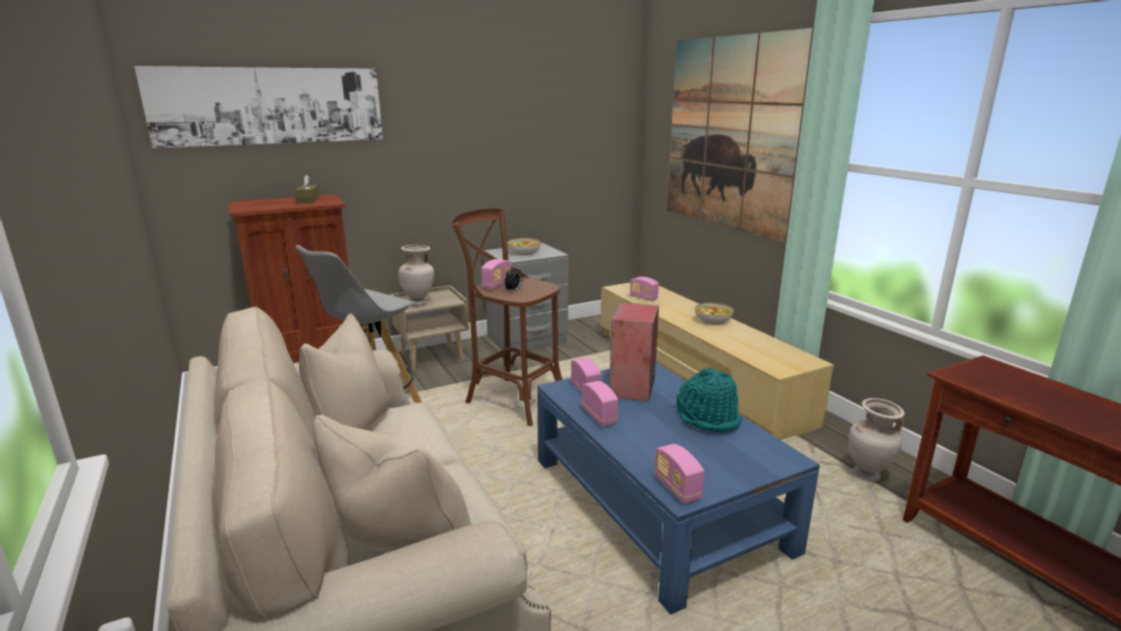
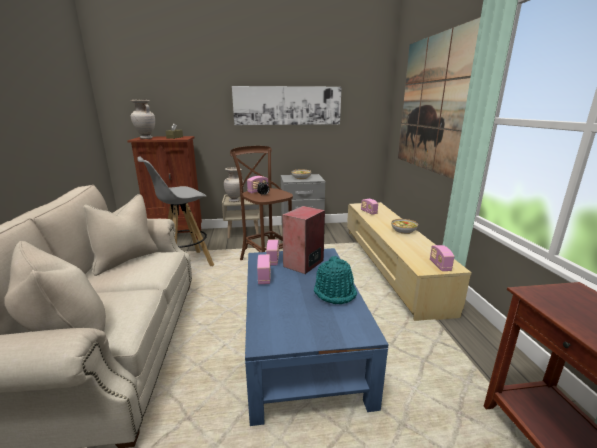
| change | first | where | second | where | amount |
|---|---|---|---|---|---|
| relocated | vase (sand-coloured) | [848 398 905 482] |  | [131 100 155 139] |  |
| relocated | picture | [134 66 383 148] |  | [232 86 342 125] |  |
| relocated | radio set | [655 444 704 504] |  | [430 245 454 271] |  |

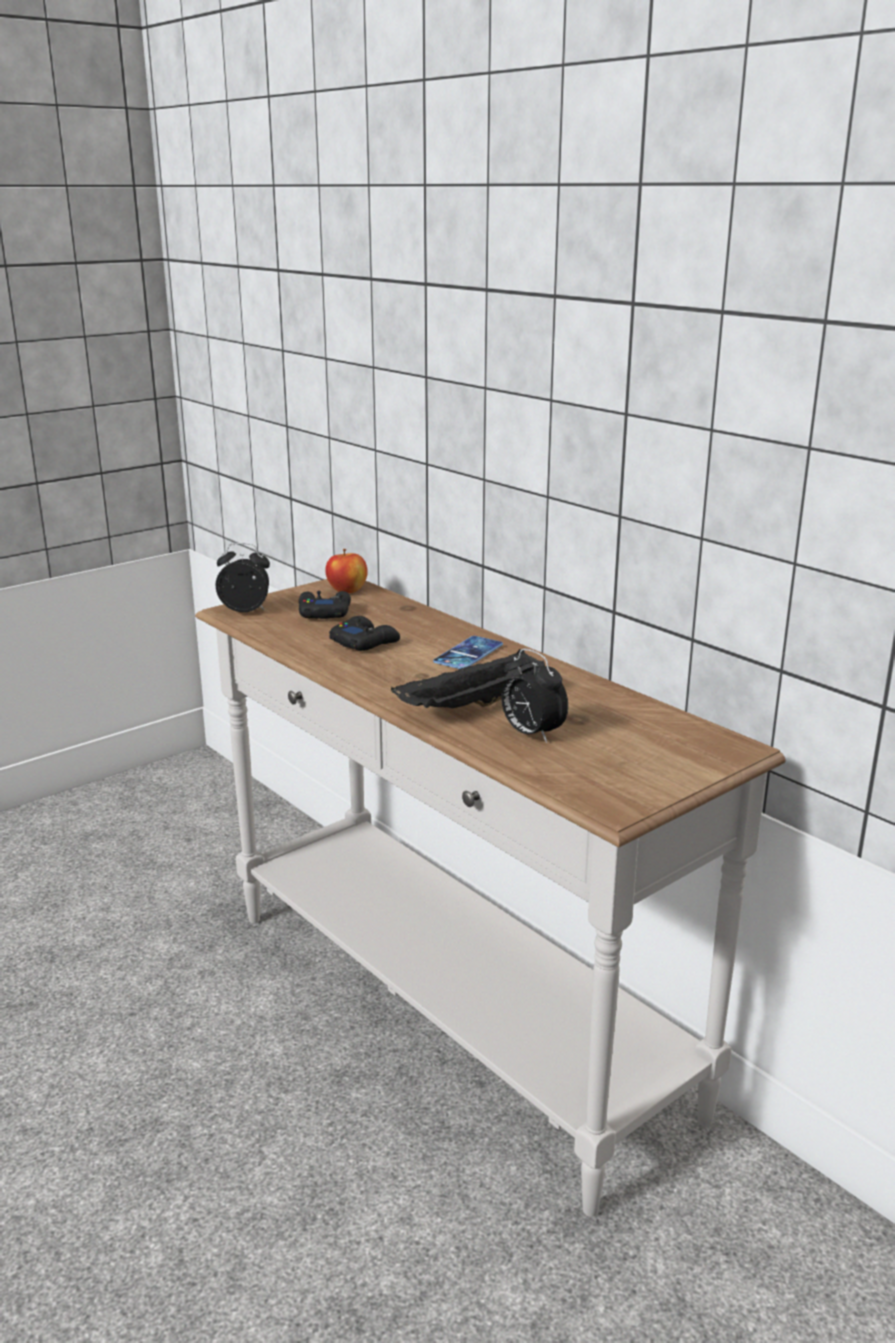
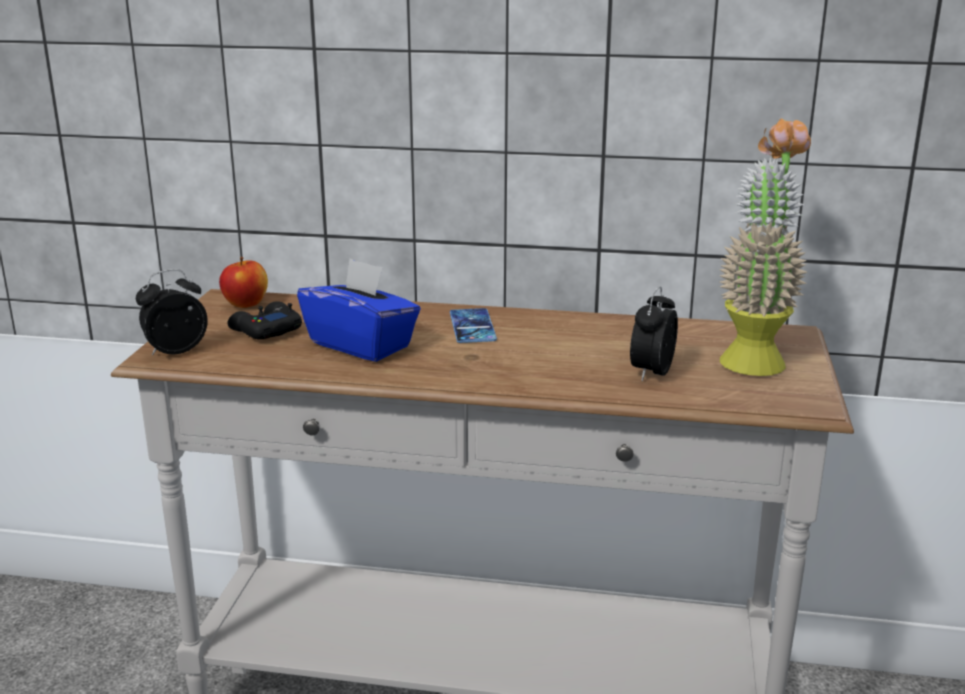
| change | first | where | second | where | amount |
|---|---|---|---|---|---|
| exchanged | game controller (blackish) | [329 616 400 651] | box of tissues (blue) | [297 258 421 362] |  |
| spun | alarm clock | [501 649 568 743] |  | [630 286 678 381] | 105 degrees clockwise |
| appeared |  |  | houseplant | [719 118 811 376] |  |
| missing | tray (blackish) | [391 649 545 708] |  |  |  |

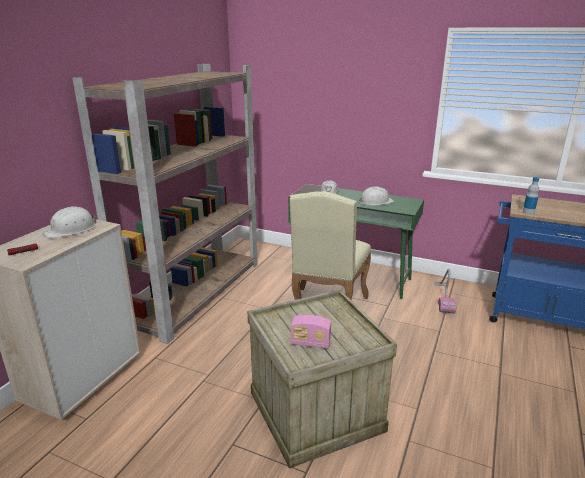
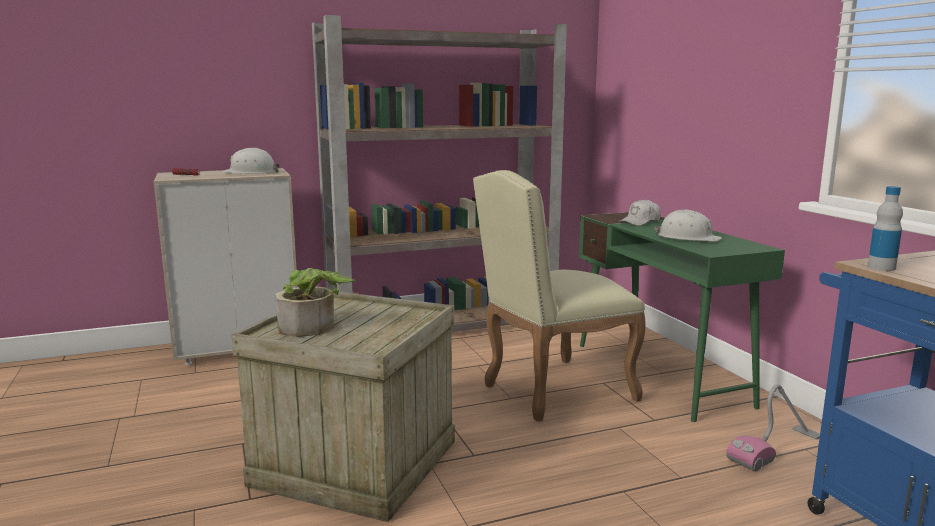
| change | first | where | second | where | amount |
|---|---|---|---|---|---|
| exchanged | radio set | [290 315 331 349] | houseplant | [275 268 355 337] |  |

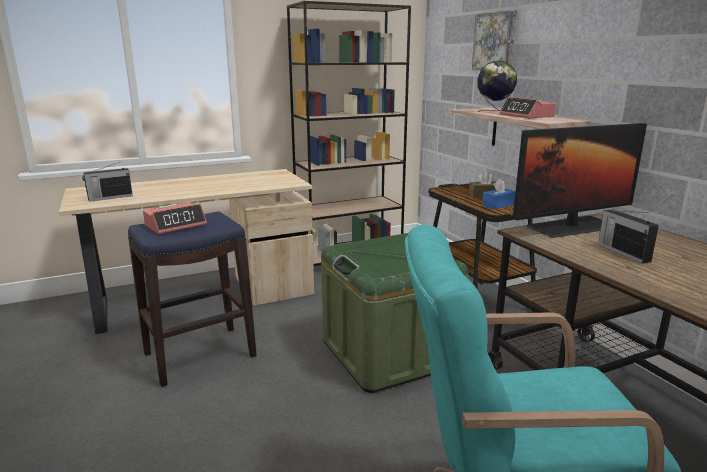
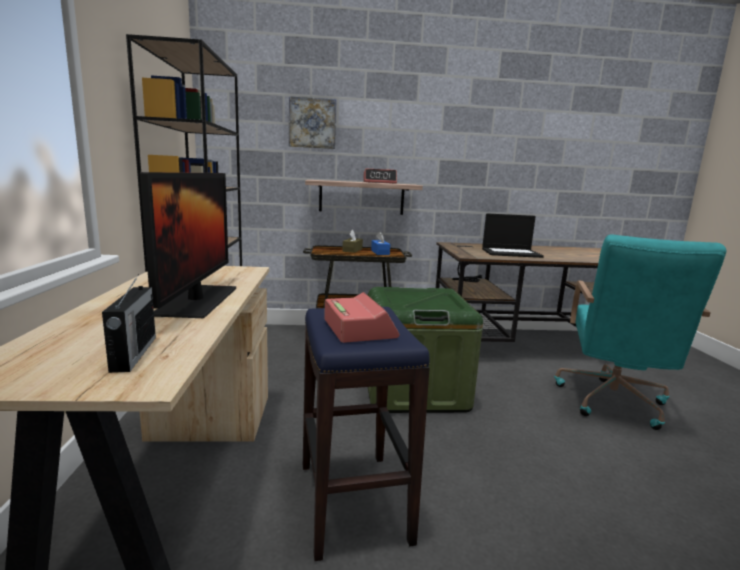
| change | first | where | second | where | amount |
|---|---|---|---|---|---|
| relocated | computer screen | [513 123 647 238] |  | [140 172 236 318] |  |
| exchanged | radio set | [598 209 659 264] | notebook computer | [482 213 544 258] |  |
| missing | world globe | [478 61 517 112] |  |  |  |

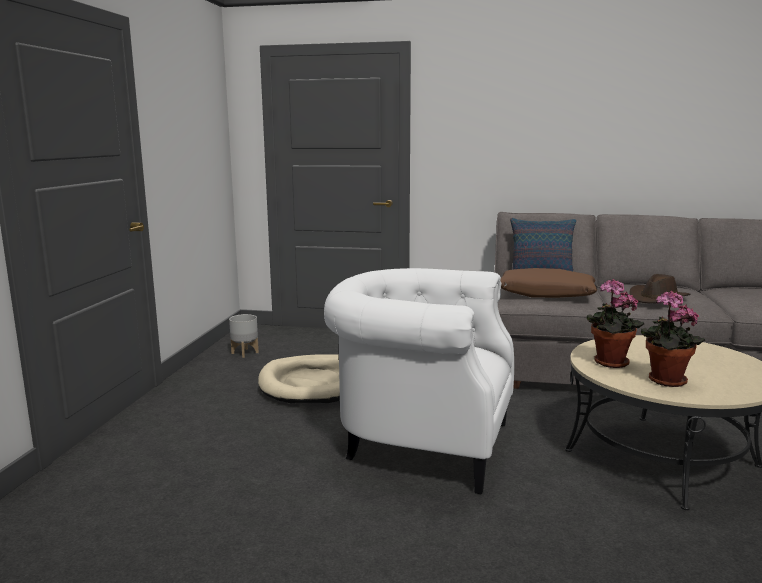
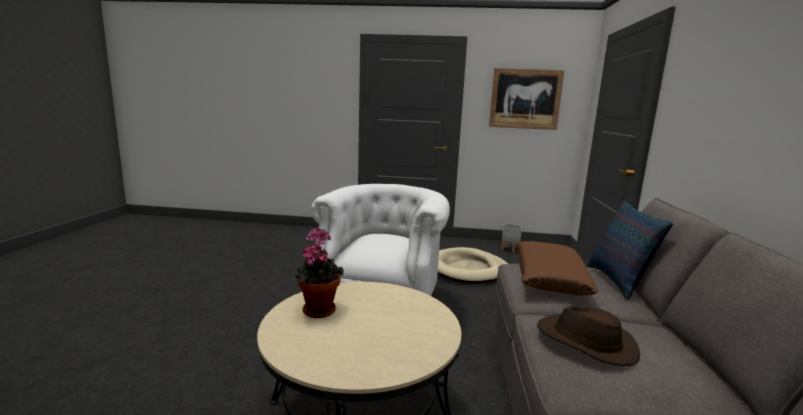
| change | first | where | second | where | amount |
|---|---|---|---|---|---|
| appeared |  |  | picture | [489 68 564 130] |  |
| missing | houseplant | [587 279 644 368] |  |  |  |

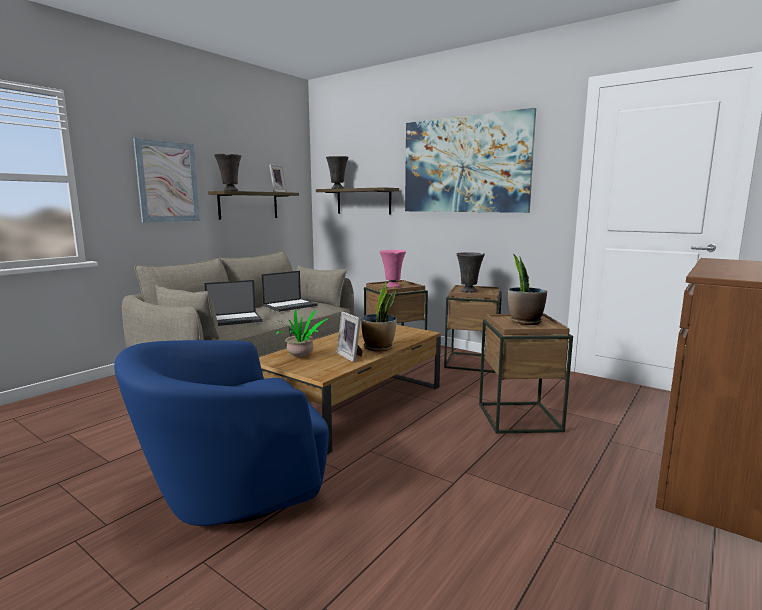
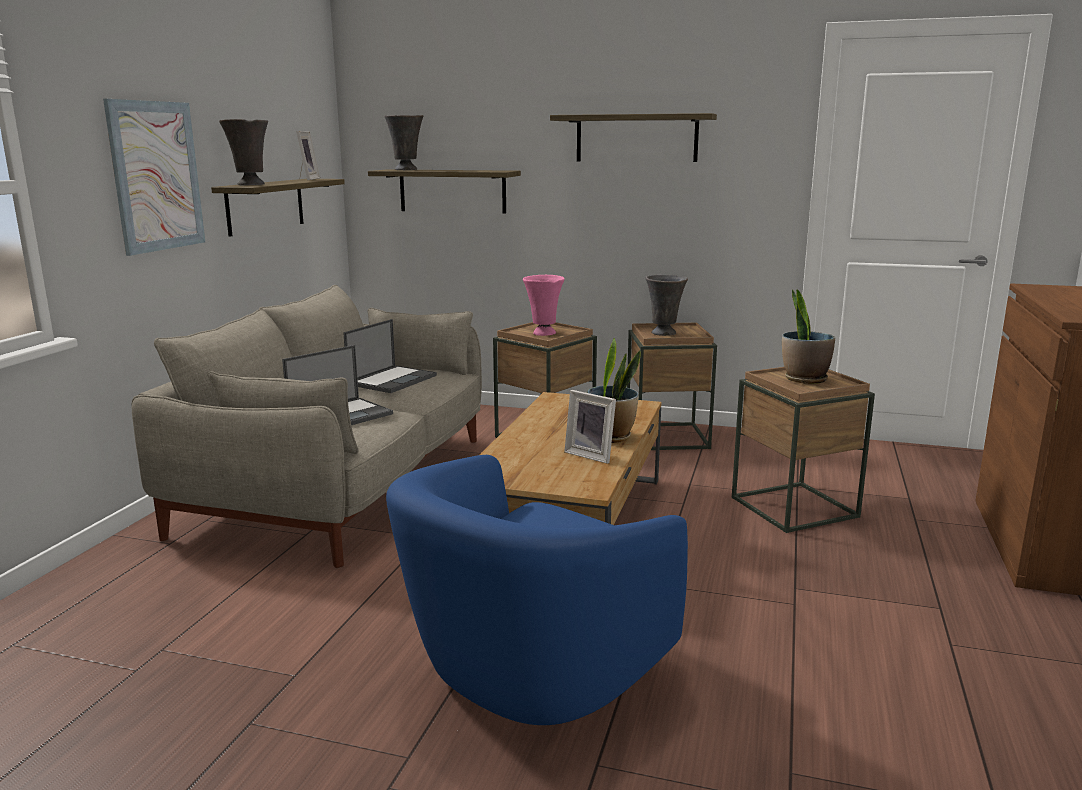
| change | first | where | second | where | amount |
|---|---|---|---|---|---|
| exchanged | picture | [405 108 536 213] | bracket shelf | [550 113 717 162] |  |
| missing | houseplant | [276 308 329 357] |  |  |  |

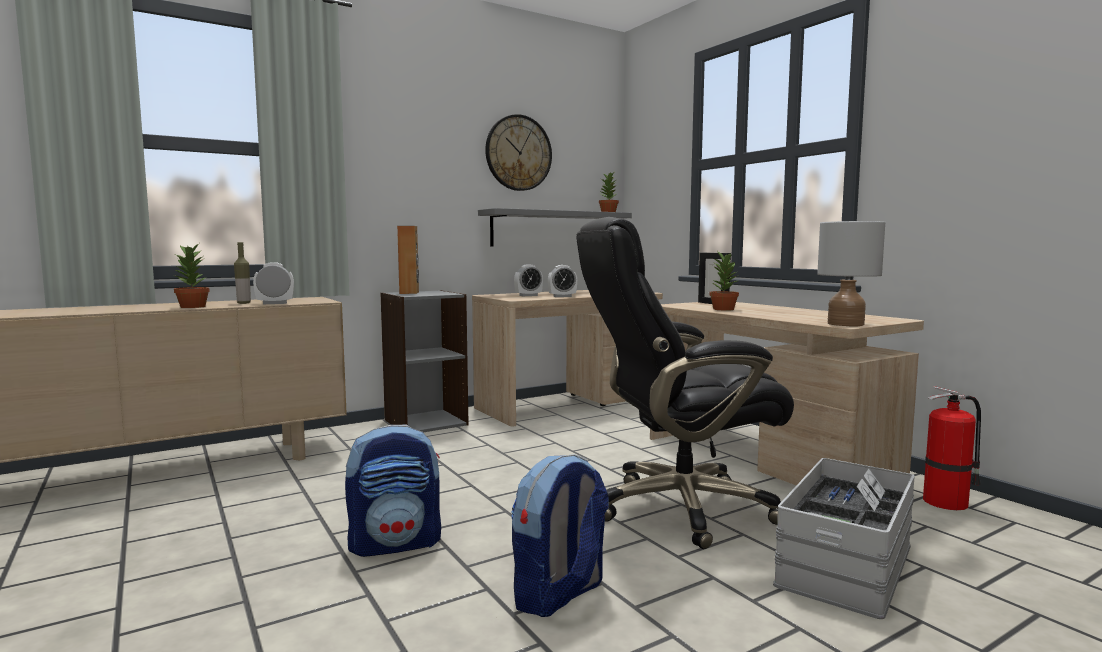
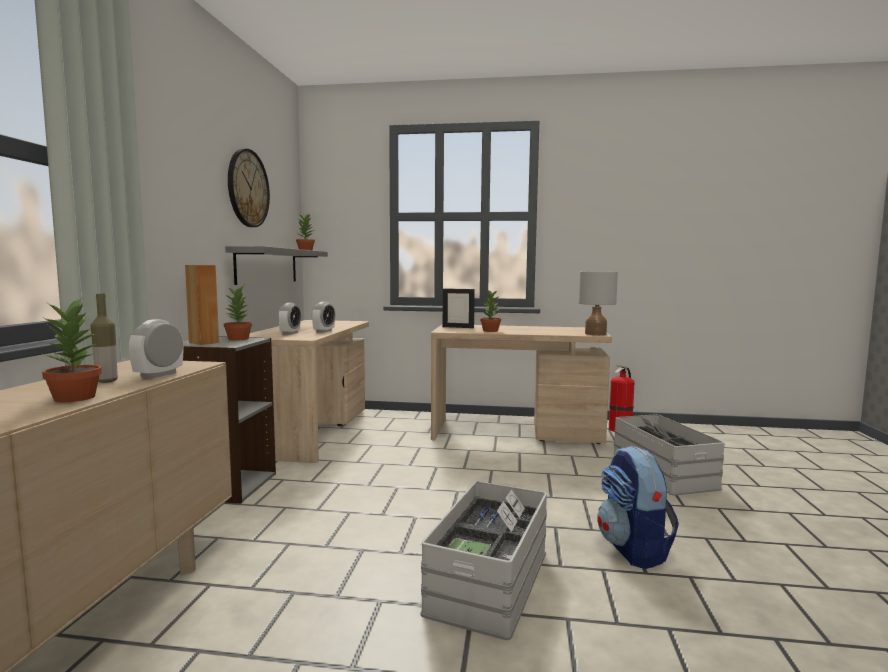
| change | first | where | second | where | amount |
|---|---|---|---|---|---|
| appeared |  |  | houseplant | [224 286 252 341] |  |
| exchanged | rucksack | [345 425 441 557] | storage box (gray) | [420 481 547 640] |  |
| missing | computer chair (blackish) | [576 217 794 549] |  |  |  |

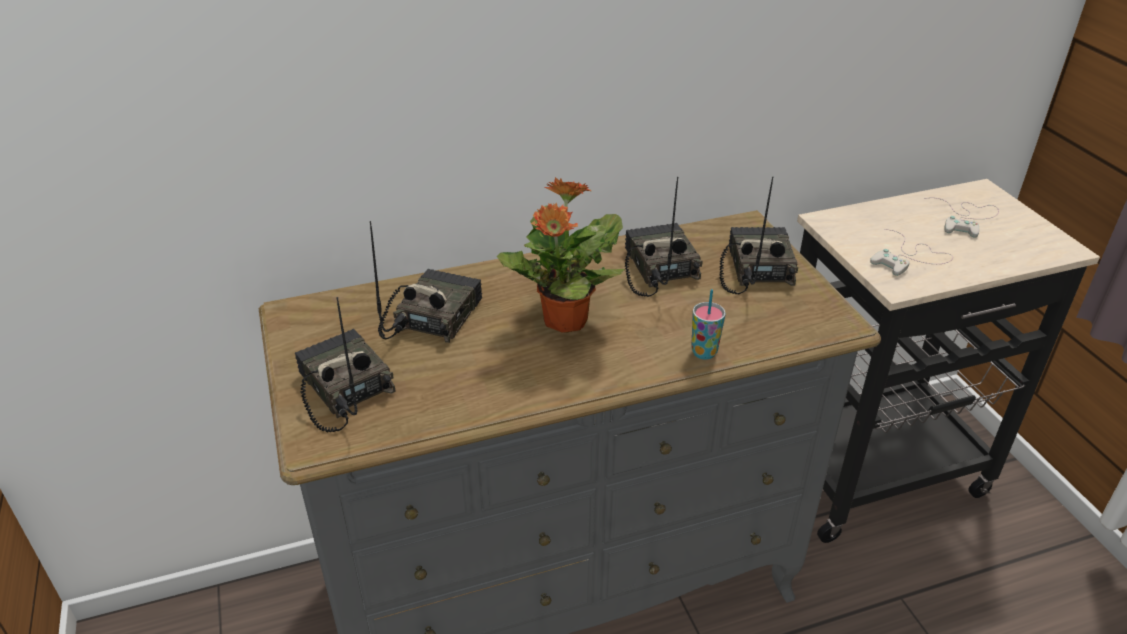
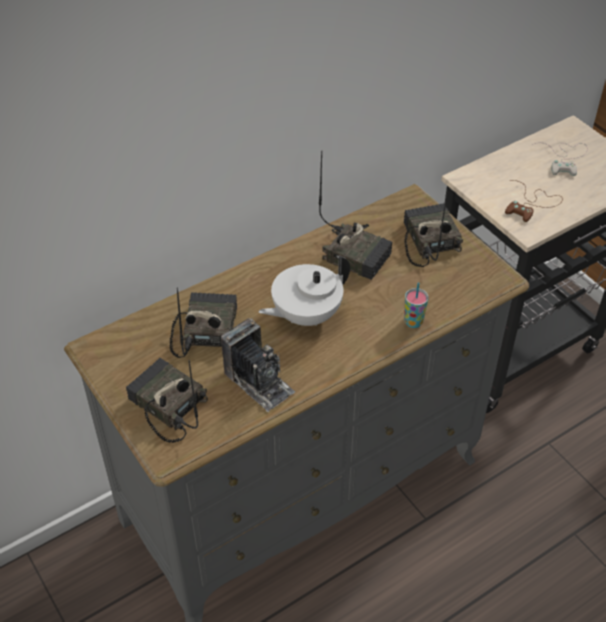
| change | first | where | second | where | amount |
|---|---|---|---|---|---|
| appeared |  |  | still camera | [221 318 295 412] |  |
| exchanged | houseplant | [497 177 625 333] | pot for tea (white-coloured) | [259 256 350 326] |  |
| spun | radio set | [625 177 703 297] |  | [319 150 392 280] | 150 degrees clockwise |
| colour | game controller (white-coloured) | [870 229 953 276] | game controller (brown-coloured) | [505 180 563 222] |  |

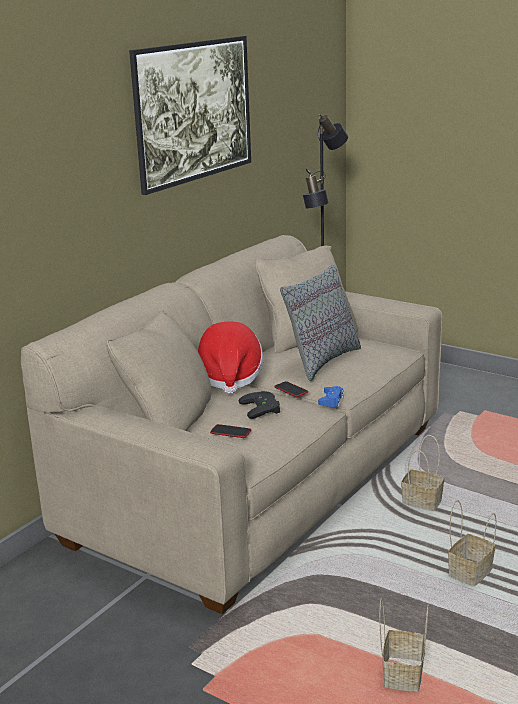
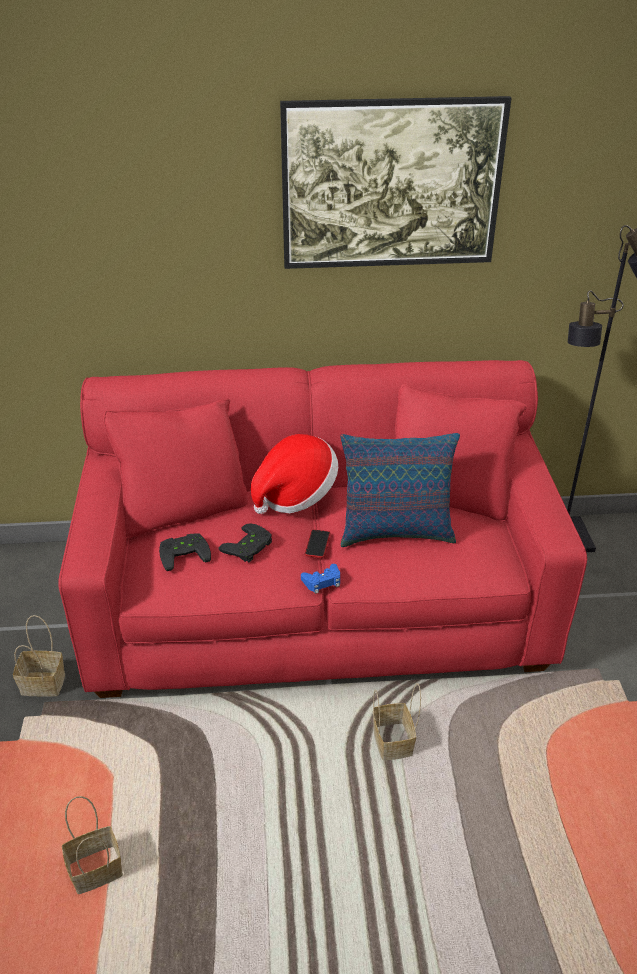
| change | first | where | second | where | amount |
|---|---|---|---|---|---|
| relocated | household basket | [448 500 496 586] |  | [13 615 65 697] |  |
| colour | sofa (sand-coloured) | [21 235 443 614] | sofa (red-coloured) | [58 360 587 698] |  |
| exchanged | handset | [210 424 251 438] | game controller (blackish) | [159 534 211 571] |  |
| colour | pillow (gray) | [280 264 361 381] | pillow (blue) | [340 433 460 547] |  |

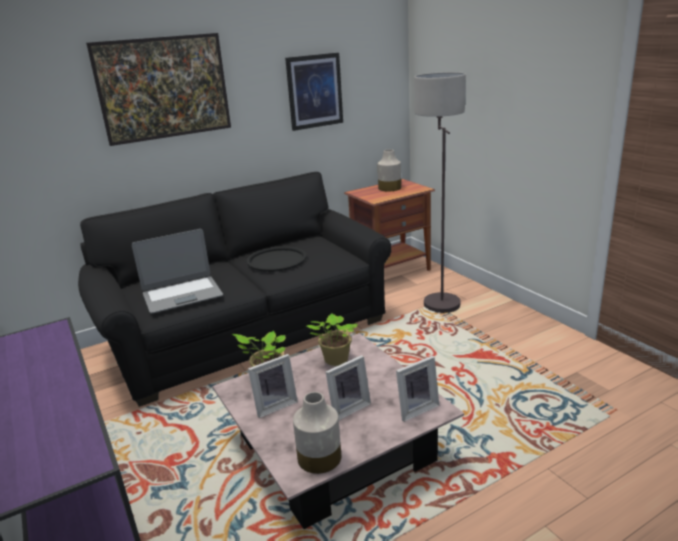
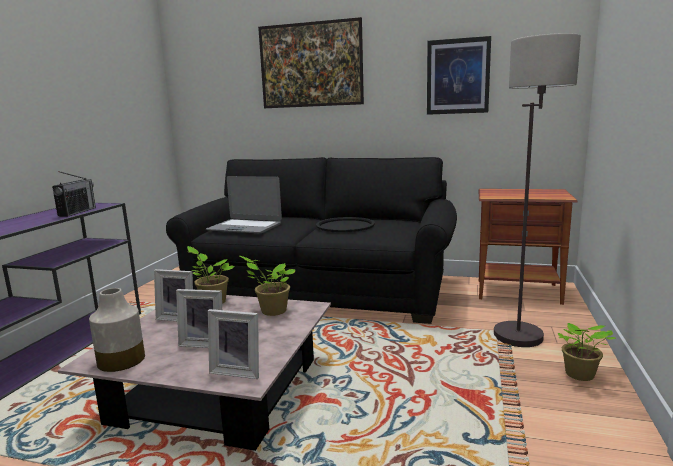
| change | first | where | second | where | amount |
|---|---|---|---|---|---|
| appeared |  |  | radio set | [52 171 96 217] |  |
| appeared |  |  | houseplant | [558 323 616 381] |  |
| missing | vase (sand-coloured) | [377 149 401 191] |  |  |  |

